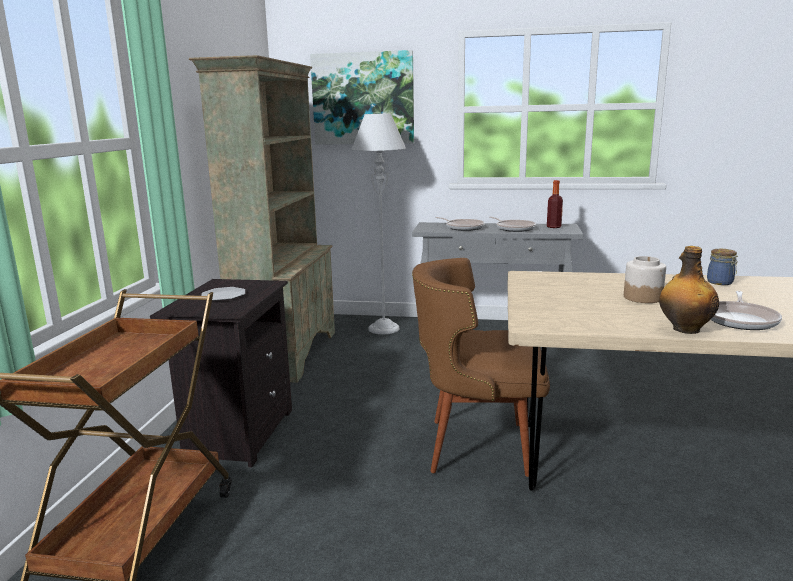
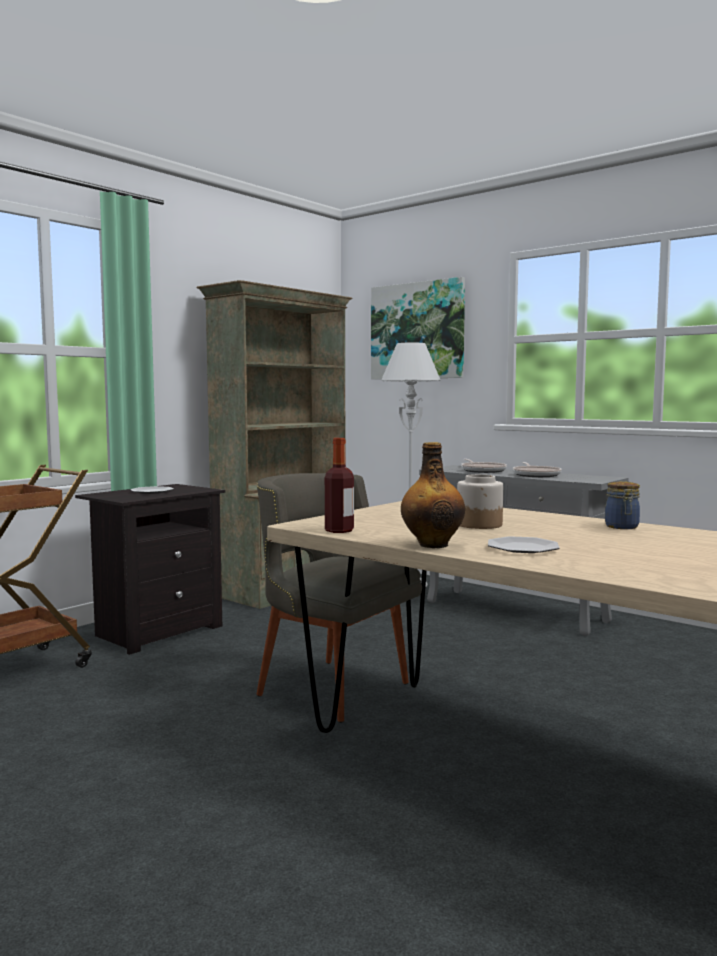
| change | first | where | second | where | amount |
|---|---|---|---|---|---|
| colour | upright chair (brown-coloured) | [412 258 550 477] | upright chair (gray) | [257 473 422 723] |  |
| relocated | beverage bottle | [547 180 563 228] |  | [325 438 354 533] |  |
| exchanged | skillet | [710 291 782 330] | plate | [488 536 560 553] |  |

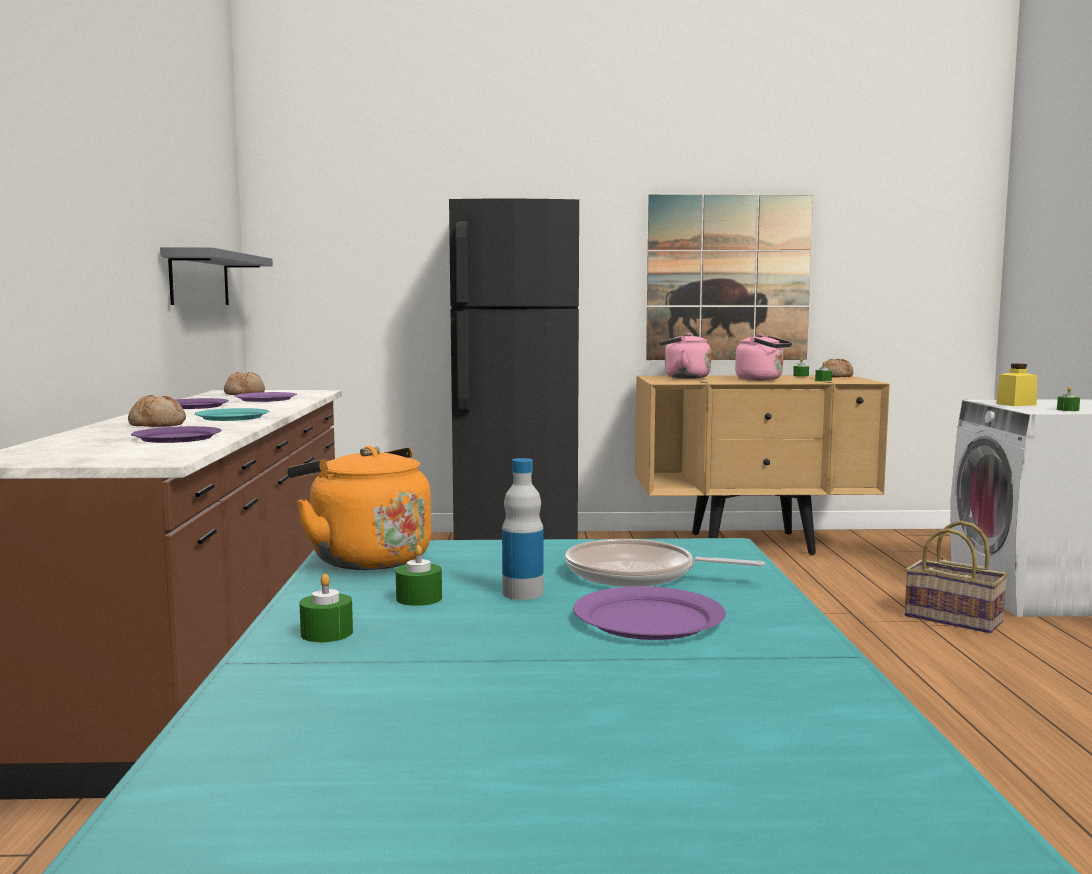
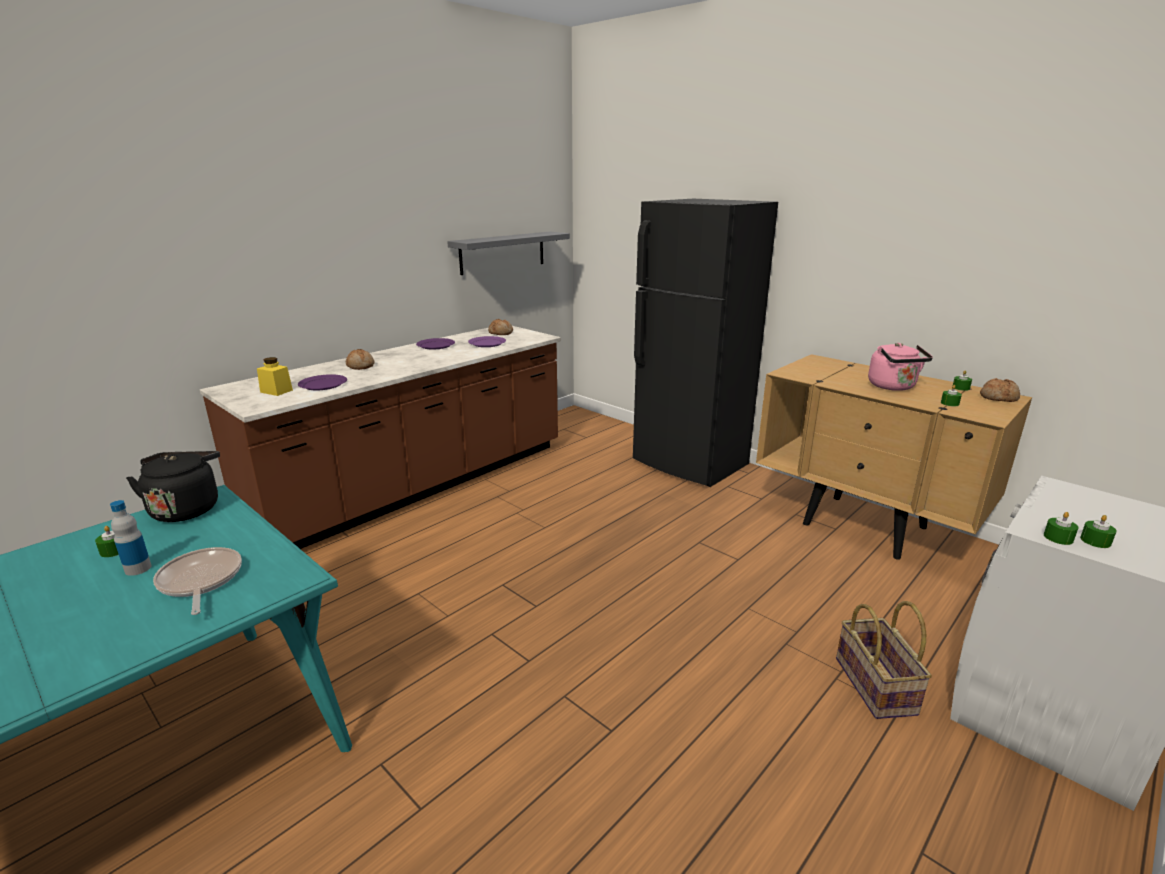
| change | first | where | second | where | amount |
|---|---|---|---|---|---|
| colour | kettle (orange) | [287 446 431 570] | kettle (blackish) | [126 451 220 522] |  |
| relocated | preserve jar (yellowish) | [996 364 1037 406] |  | [257 357 293 396] |  |
| relocated | wax light (green-coloured) | [300 574 353 642] |  | [1044 512 1078 545] |  |
| missing | plate (blue-green) | [194 408 269 421] |  |  |  |
| missing | plate (purple-coloured) | [573 586 726 640] |  |  |  |
| missing | picture | [646 195 813 360] |  |  |  |
| missing | kettle (pinkish) | [659 333 711 379] |  |  |  |

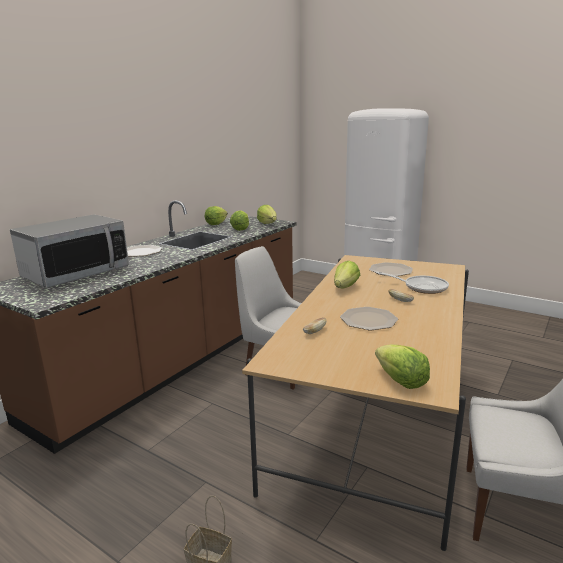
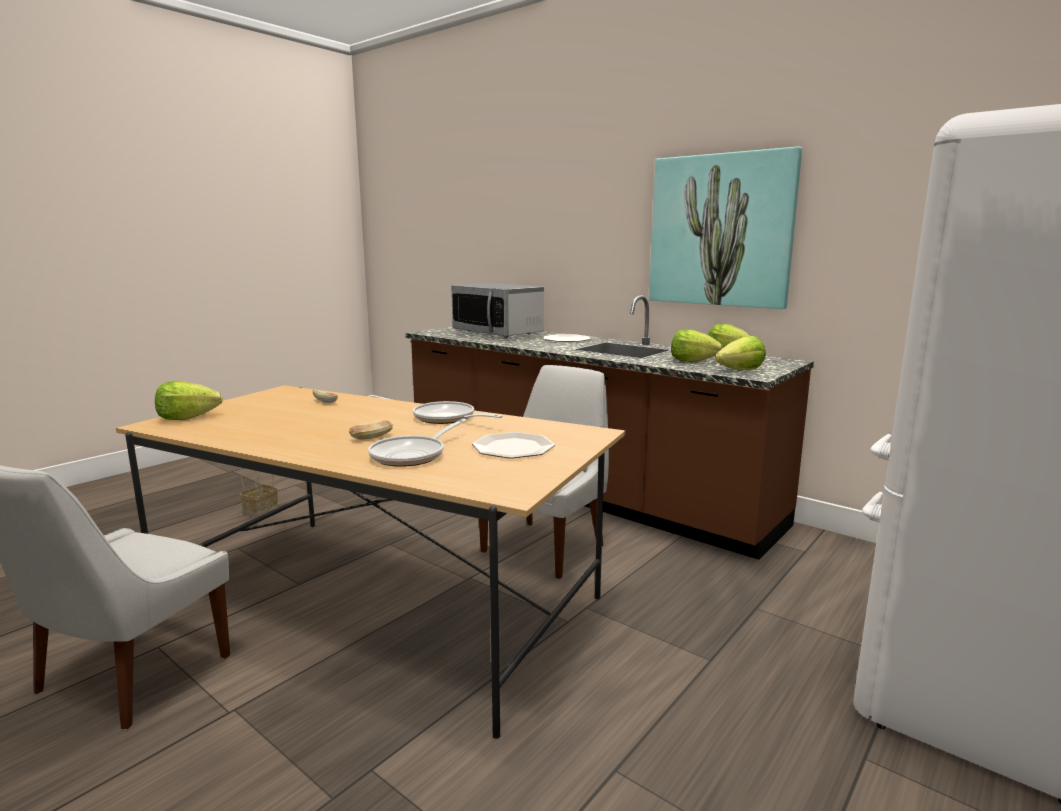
| change | first | where | second | where | amount |
|---|---|---|---|---|---|
| exchanged | head of lettuce | [334 261 360 288] | skillet | [413 401 503 424] |  |
| appeared |  |  | picture | [649 147 802 309] |  |
| missing | plate | [340 307 398 330] |  |  |  |

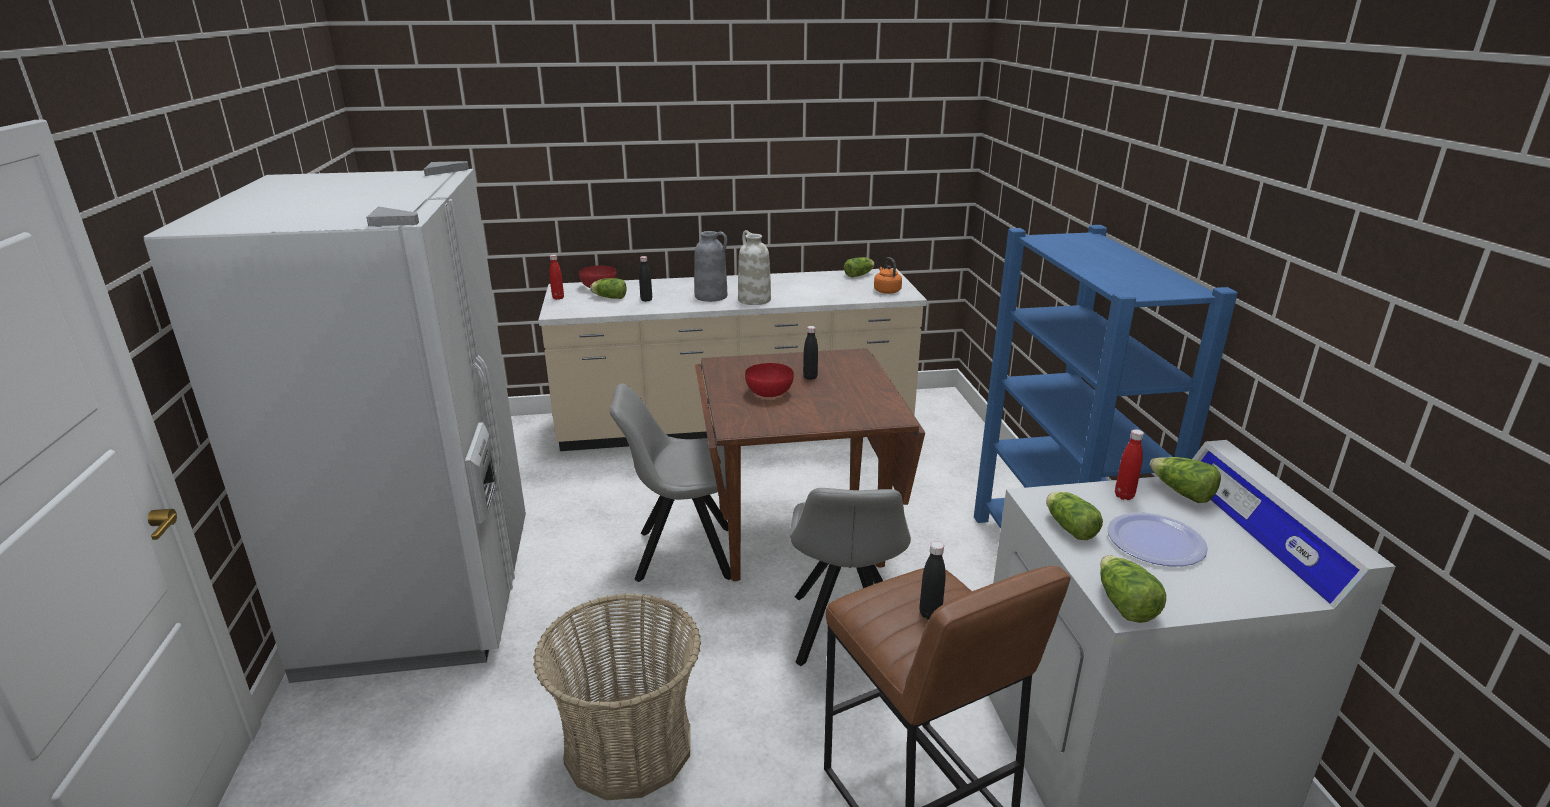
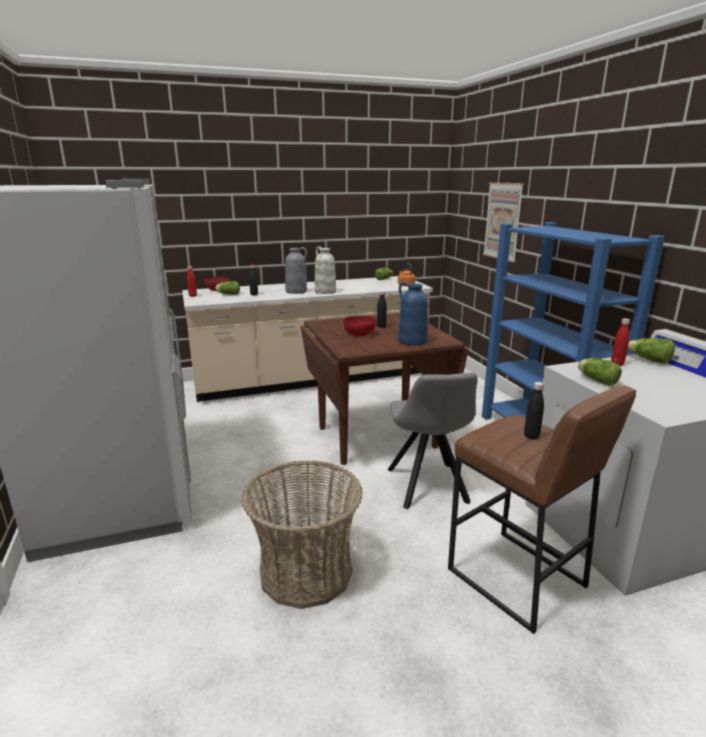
| change | first | where | second | where | amount |
|---|---|---|---|---|---|
| appeared |  |  | vase (blue) | [398 281 428 346] |  |
| appeared |  |  | picture | [483 182 524 262] |  |
| missing | upright chair (gray) | [610 383 731 582] |  |  |  |
| missing | head of lettuce | [1100 555 1166 623] |  |  |  |
| missing | plate | [1107 512 1208 566] |  |  |  |

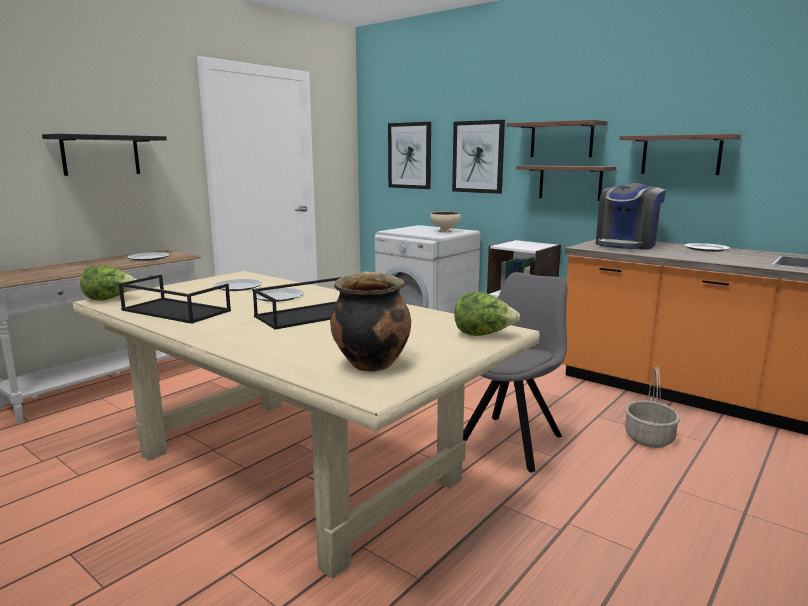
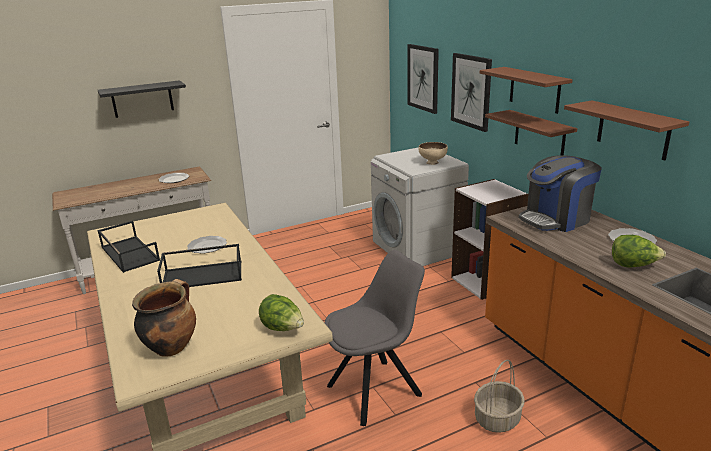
| change | first | where | second | where | amount |
|---|---|---|---|---|---|
| relocated | head of lettuce | [80 265 138 301] |  | [612 235 666 268] |  |
| missing | plate | [214 279 263 291] |  |  |  |

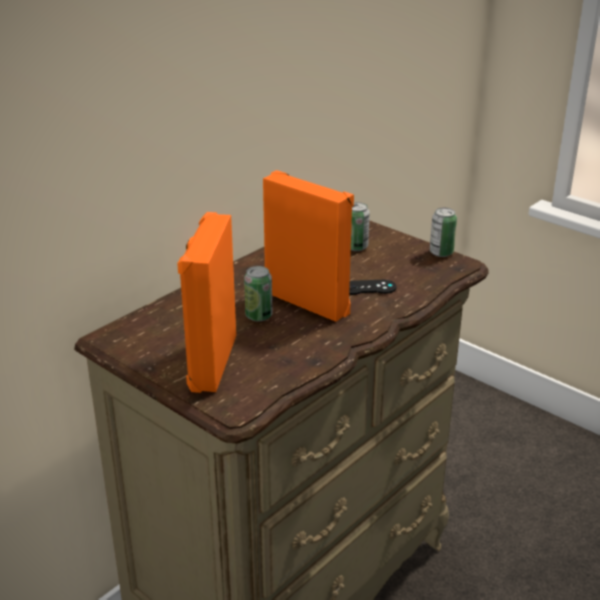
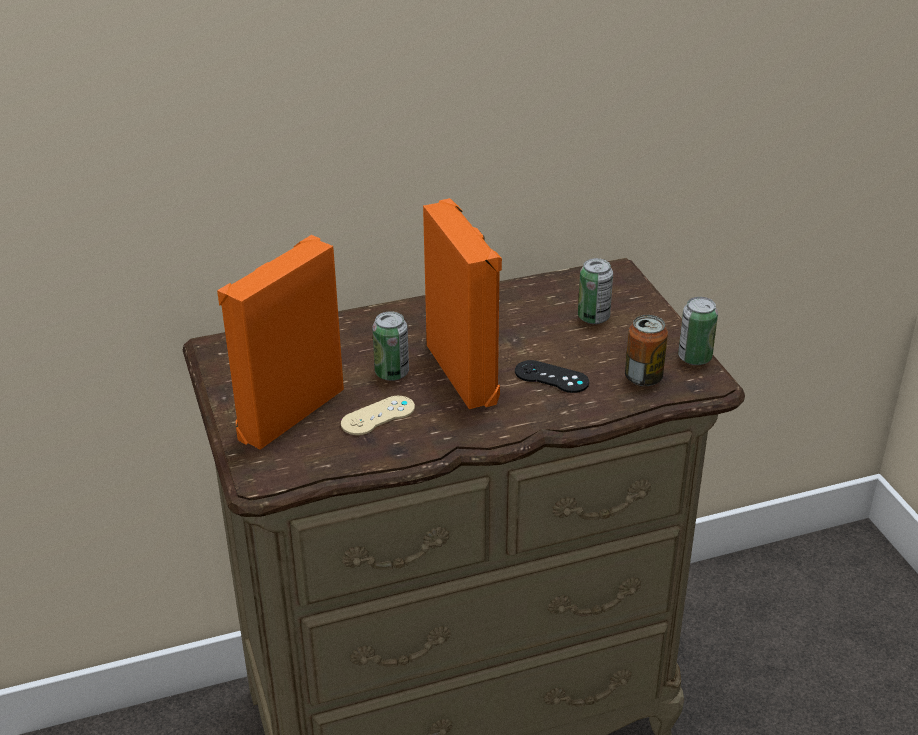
| change | first | where | second | where | amount |
|---|---|---|---|---|---|
| appeared |  |  | game controller (sand-coloured) | [341 396 415 435] |  |
| appeared |  |  | sealed can | [625 315 668 386] |  |

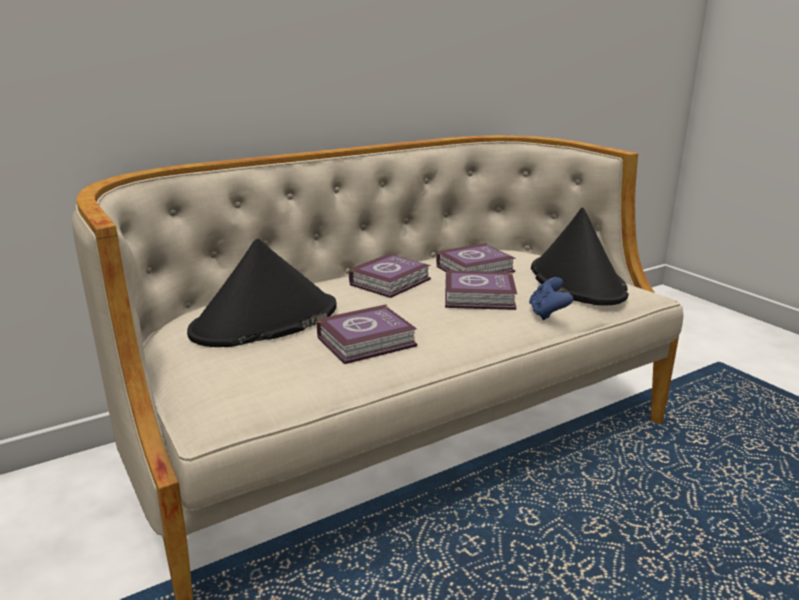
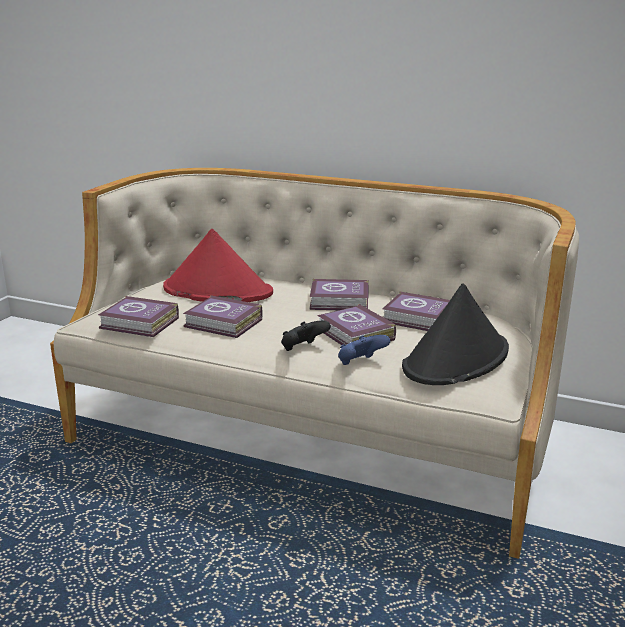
| change | first | where | second | where | amount |
|---|---|---|---|---|---|
| appeared |  |  | book | [98 296 179 337] |  |
| colour | wearable hat (blackish) | [187 239 337 347] | wearable hat (red-coloured) | [163 229 273 302] |  |
| appeared |  |  | game controller (blackish) | [281 320 331 351] |  |

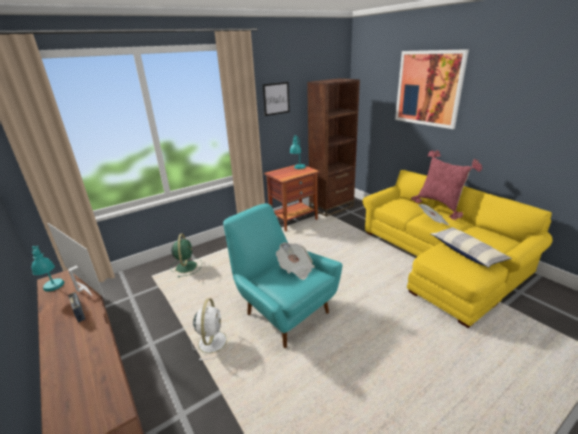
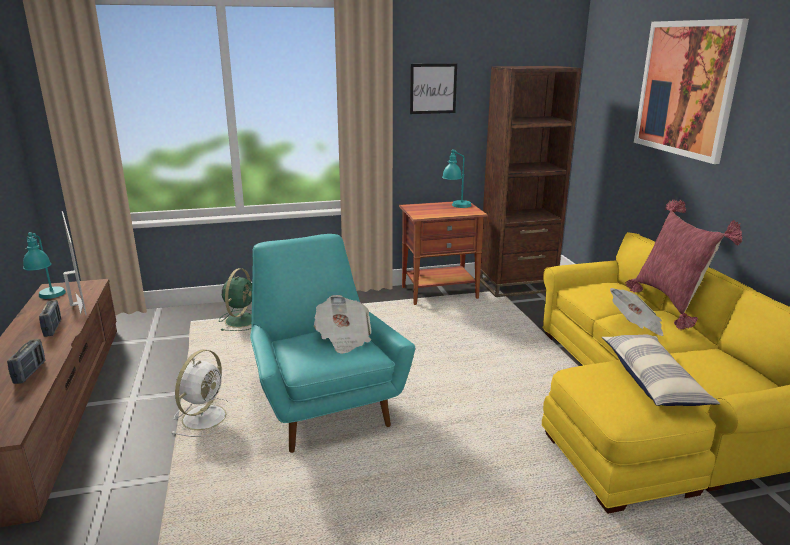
| change | first | where | second | where | amount |
|---|---|---|---|---|---|
| appeared |  |  | radio set | [7 339 45 384] |  |

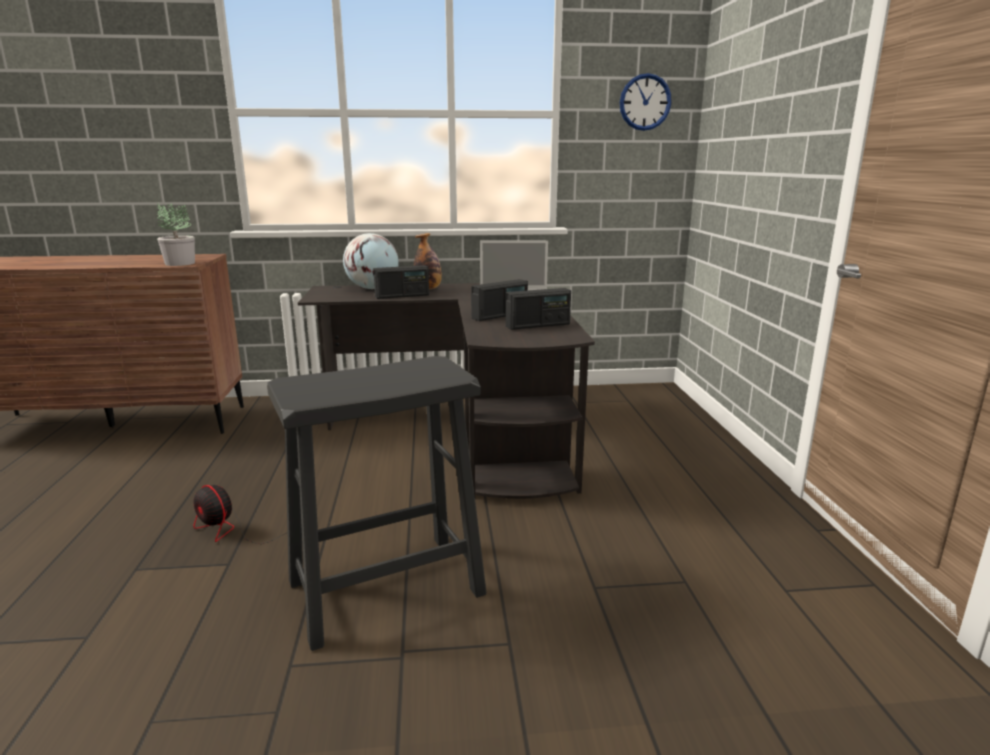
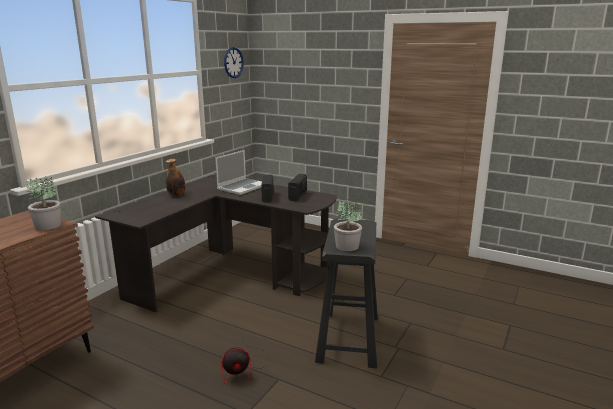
| change | first | where | second | where | amount |
|---|---|---|---|---|---|
| appeared |  |  | houseplant | [334 199 362 251] |  |
| missing | world globe | [343 233 399 289] |  |  |  |
| missing | radio set | [373 265 429 299] |  |  |  |

